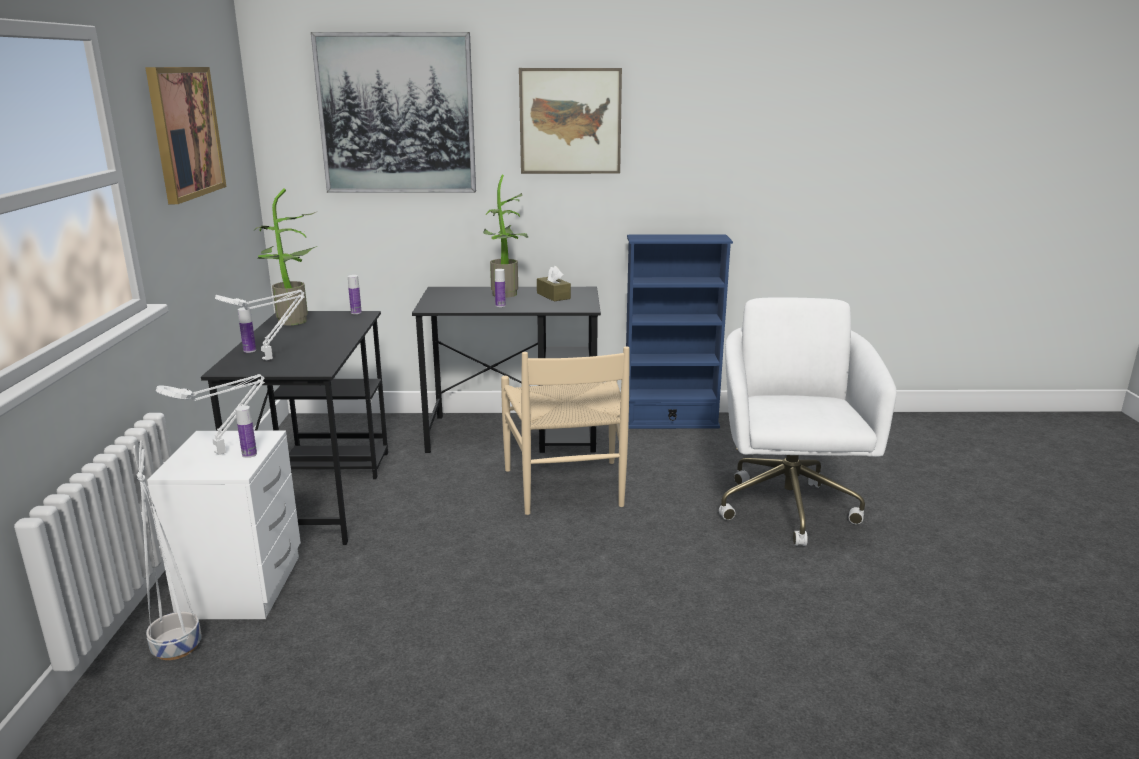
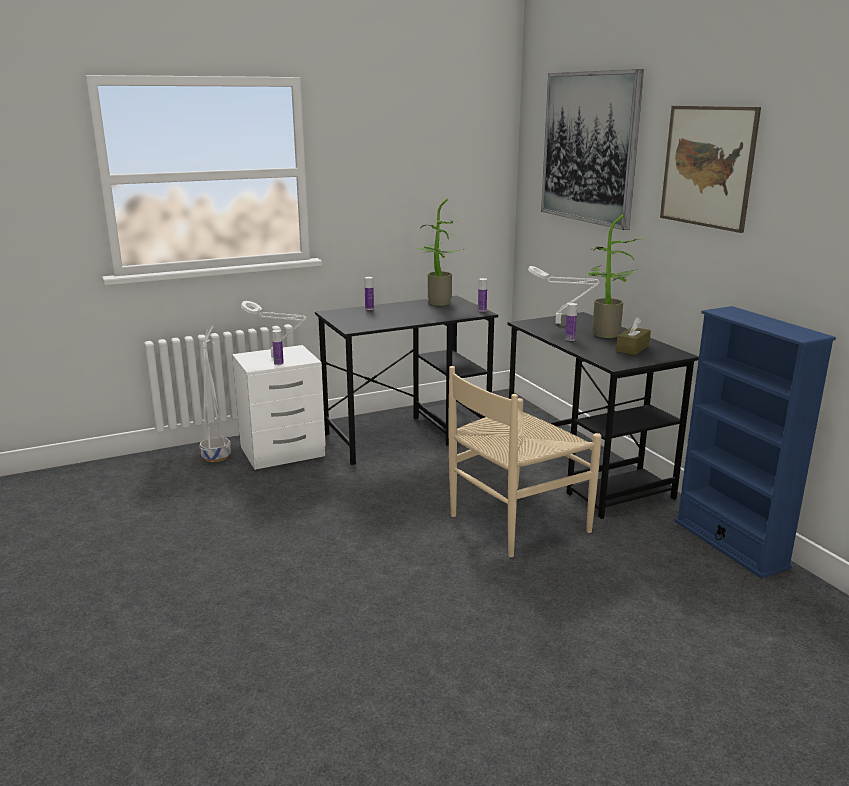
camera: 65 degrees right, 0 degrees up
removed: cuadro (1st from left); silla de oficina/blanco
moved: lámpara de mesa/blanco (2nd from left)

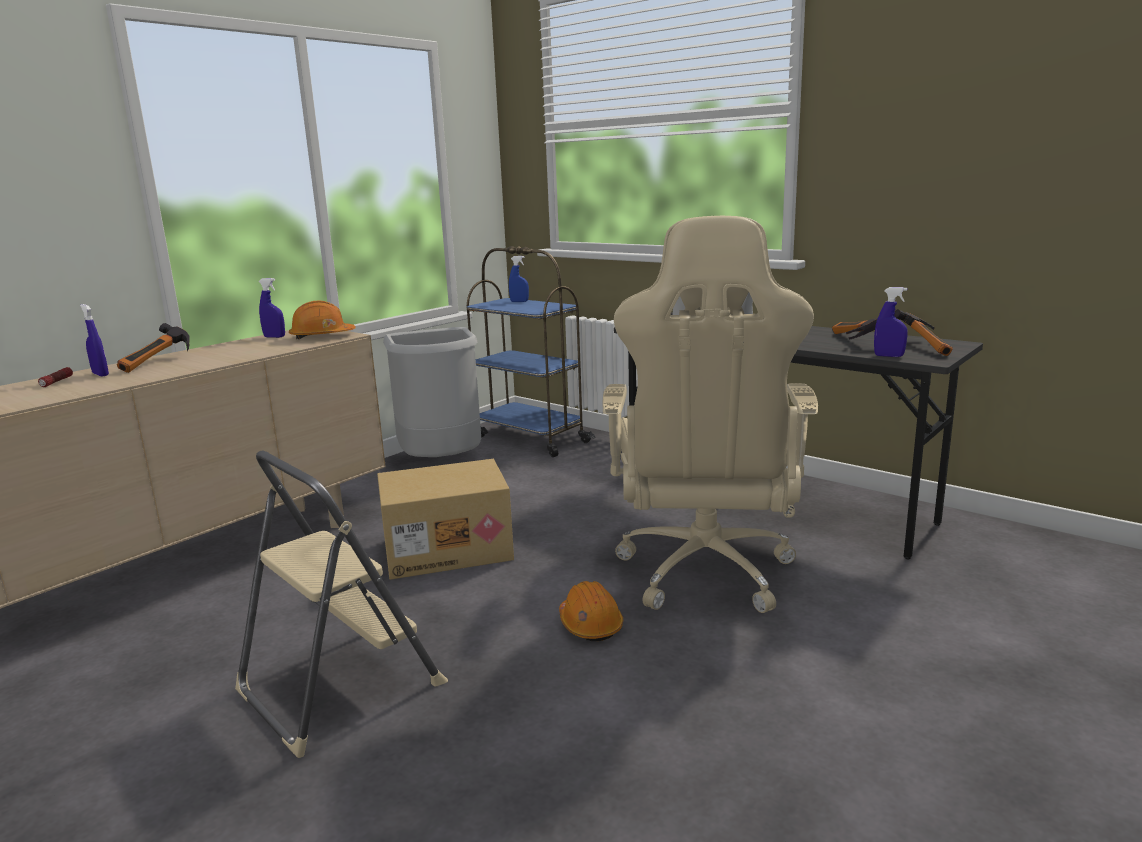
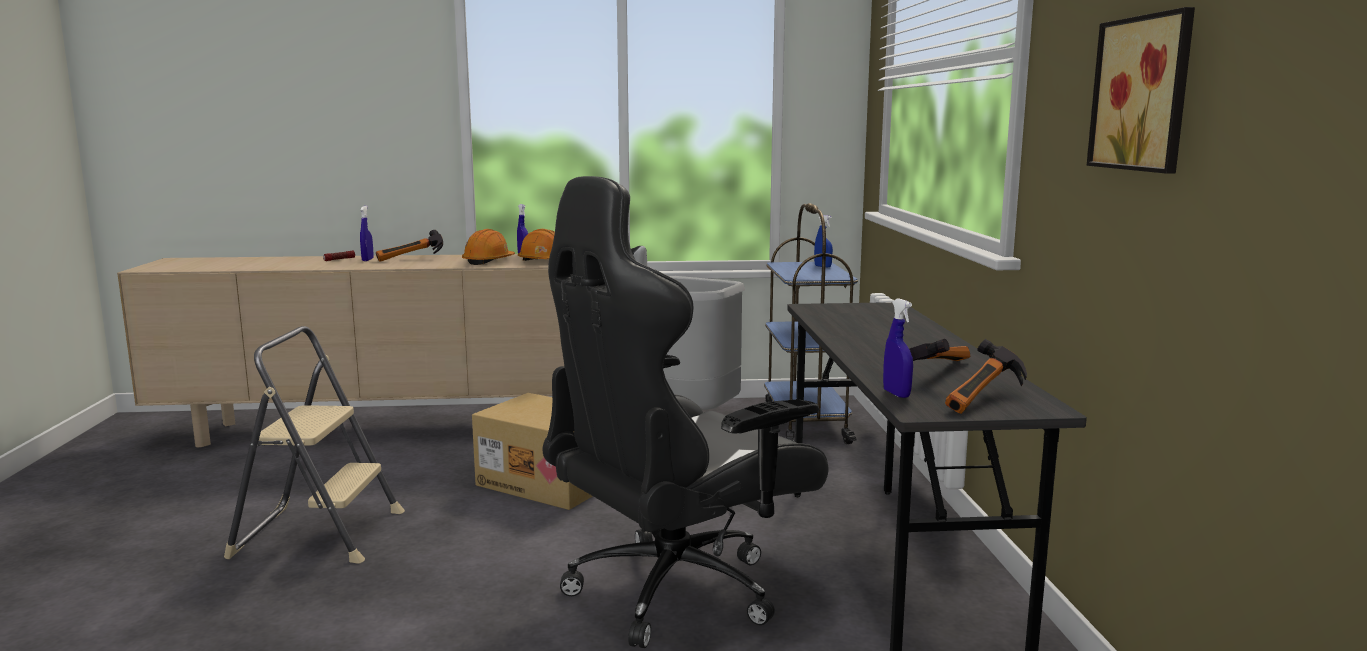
camera: 45 degrees right, 5 degrees down
added: cuadro
moved: casco/naranja (2nd from left in the first image) to casco/naranja (1st from left)
recoloured: silla de oficina/beis to silla de oficina/negro

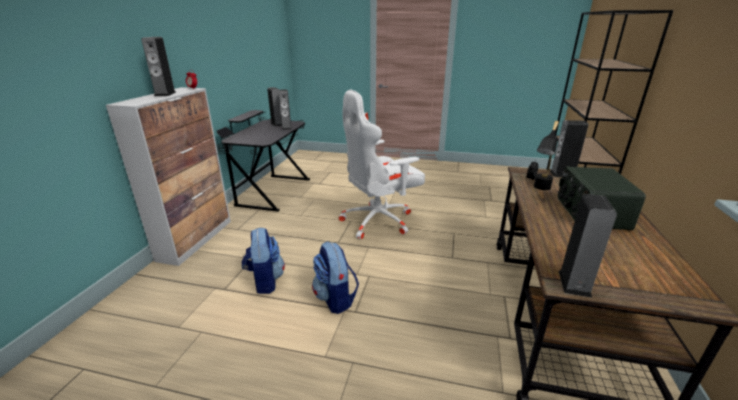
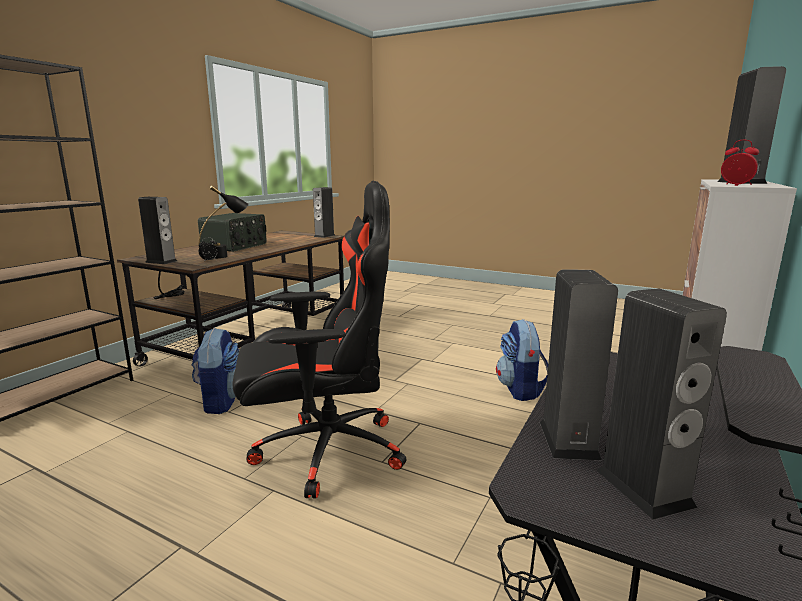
camera: 165 degrees left, 10 degrees down
moved: mochila (2nd from left in the first image) to mochila (1st from left)
recoloured: silla de oficina/blanco to silla de oficina/negro

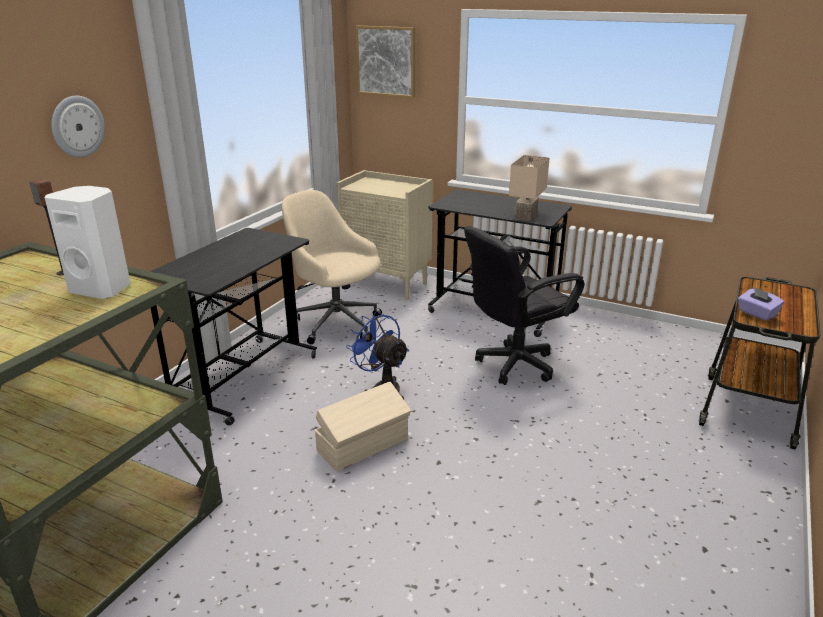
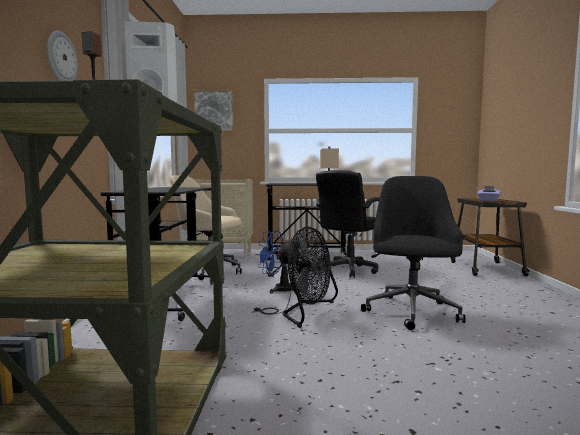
camera: 25 degrees left, 20 degrees down
added: silla de oficina/negro (2nd from left)
replaced: caja de almacenaje/beis to ventilador/negro

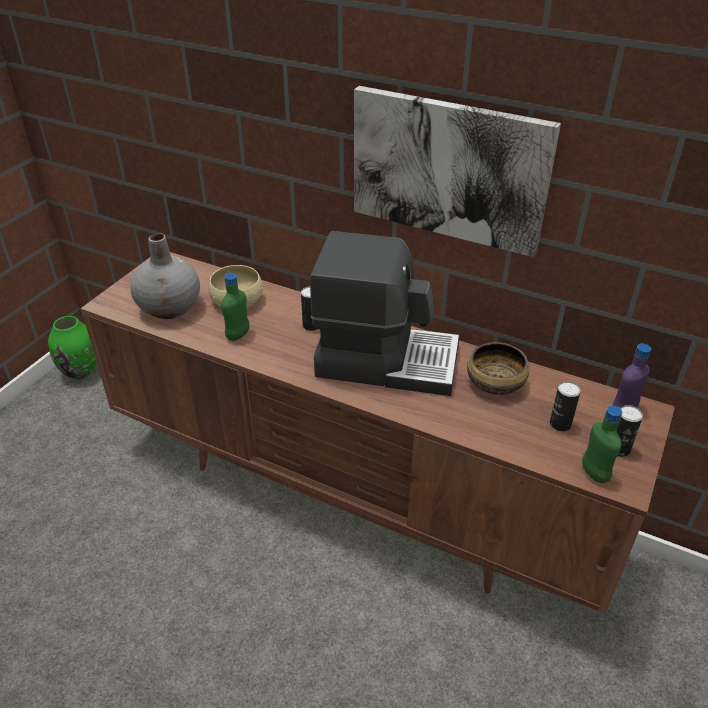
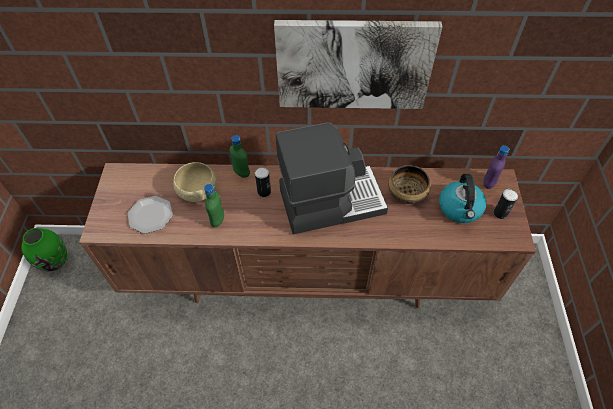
camera: 25 degrees left, 15 degrees up
moved: botella/verde (2nd from left)
replaced: florero/gris to plato; lata (2nd from left) to hervidor

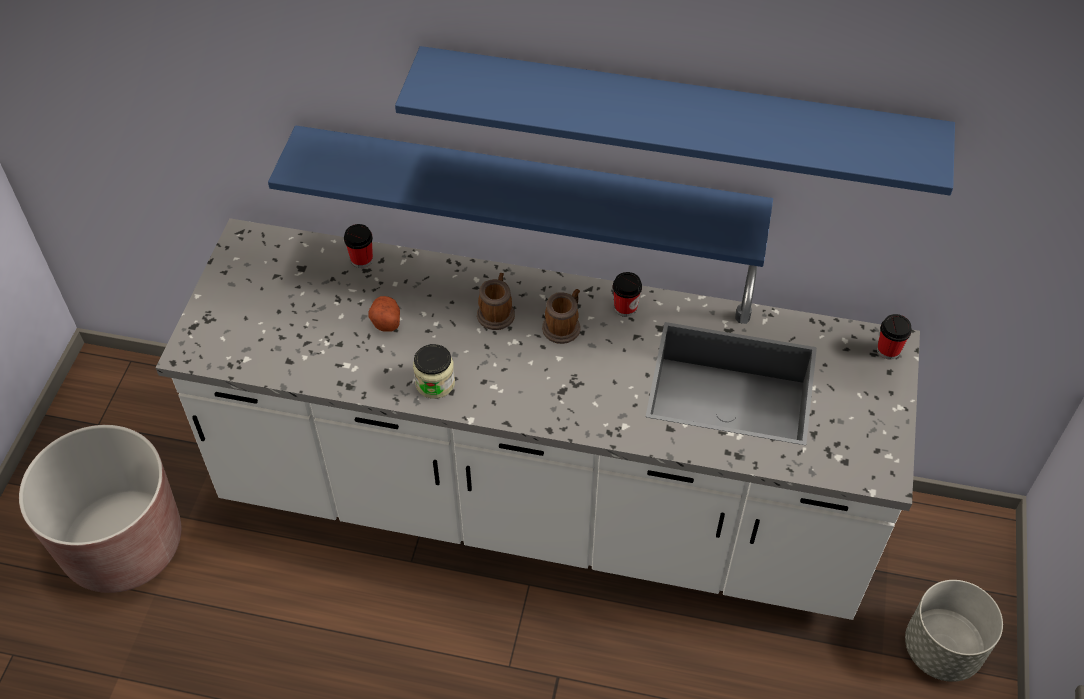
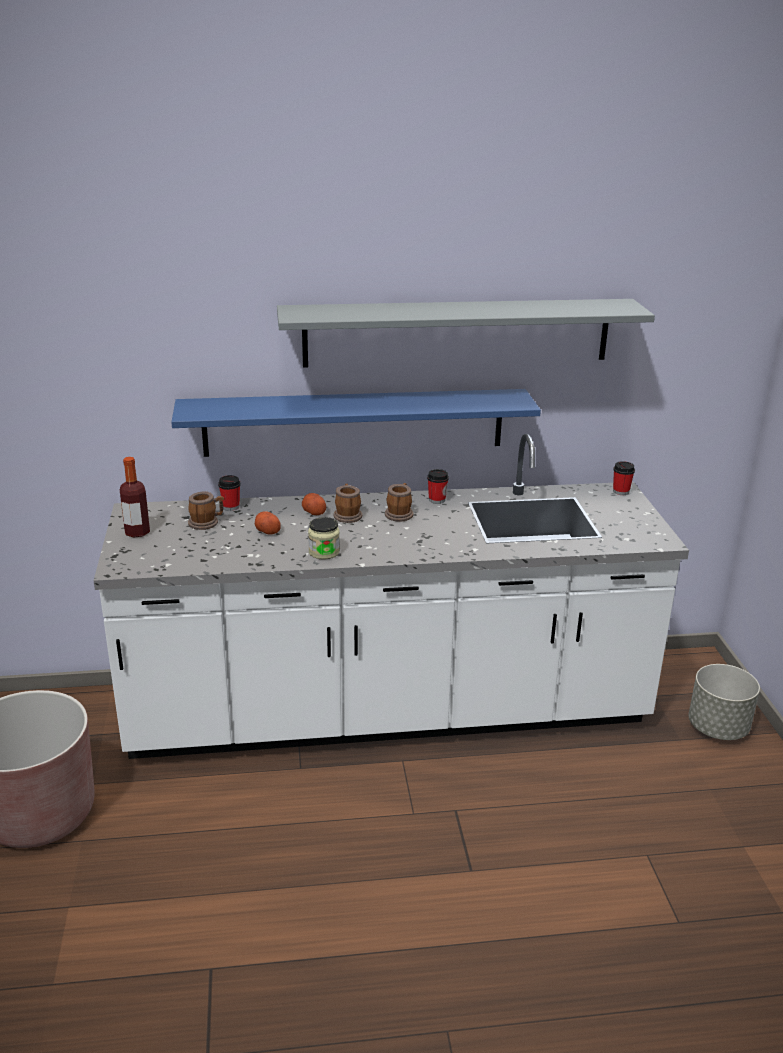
camera: 20 degrees left, 25 degrees down
added: botella; taza grande (1st from left); patata (2nd from left)
recoloured: estante/azul (2nd from left) to estante/gris

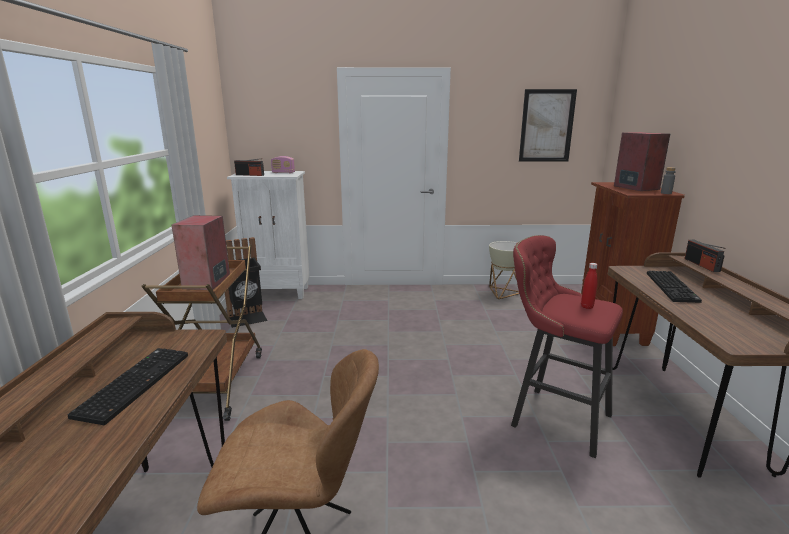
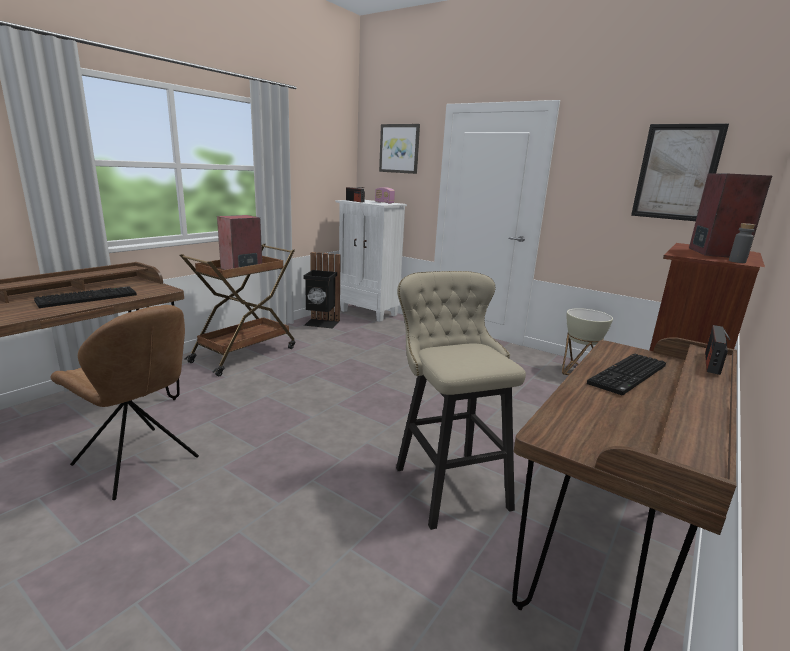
camera: 35 degrees right, 0 degrees up
removed: botella/rojo
added: cuadro (1st from left)
recoloured: taburete/rojo to taburete/beis

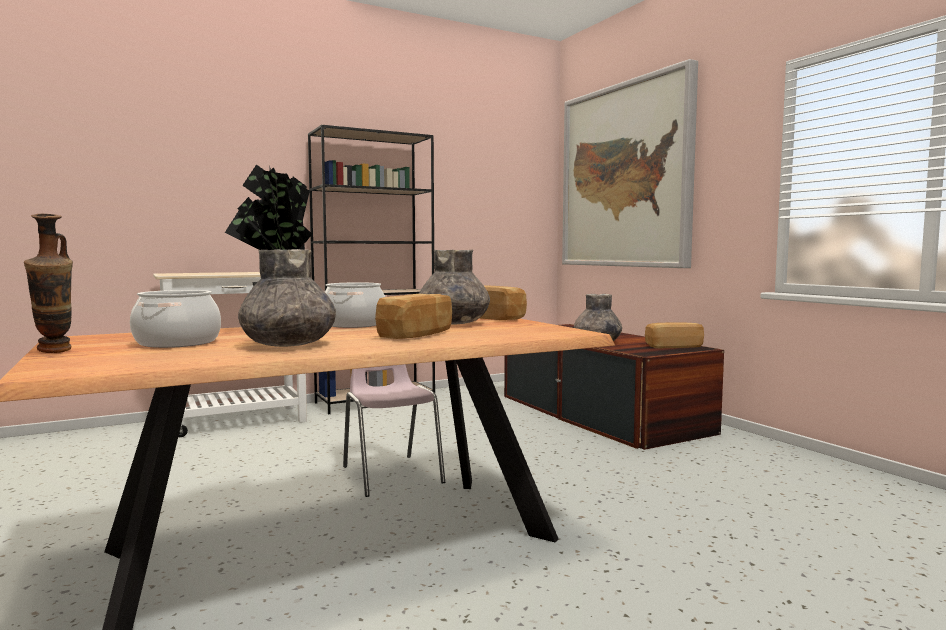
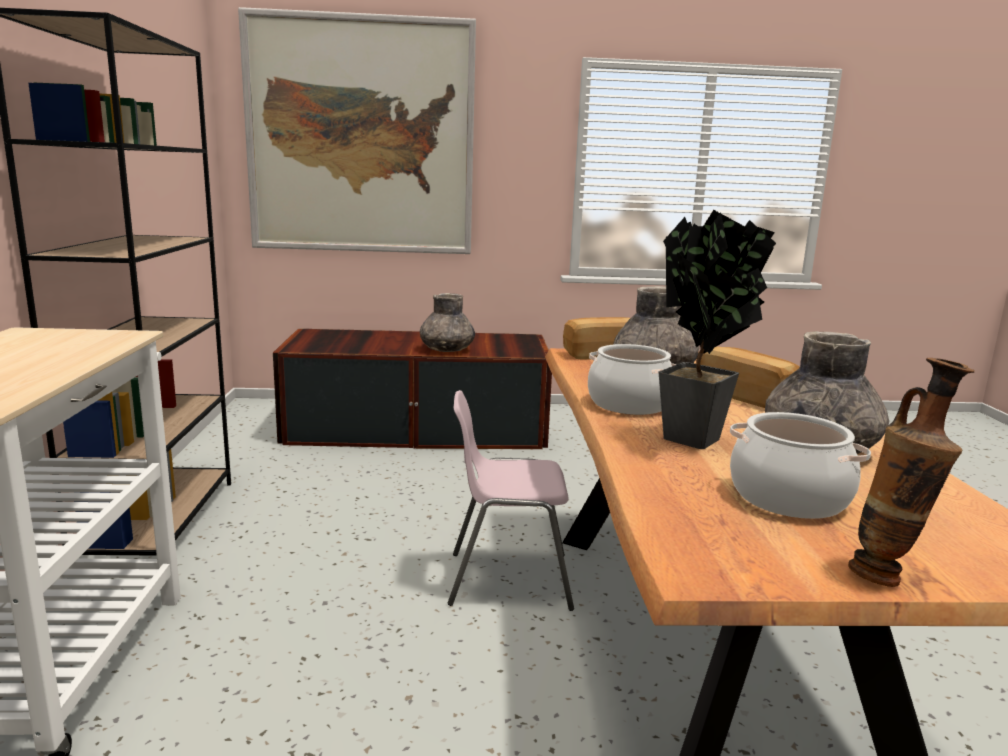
camera: 65 degrees left, 10 degrees up
removed: pan (3rd from left)

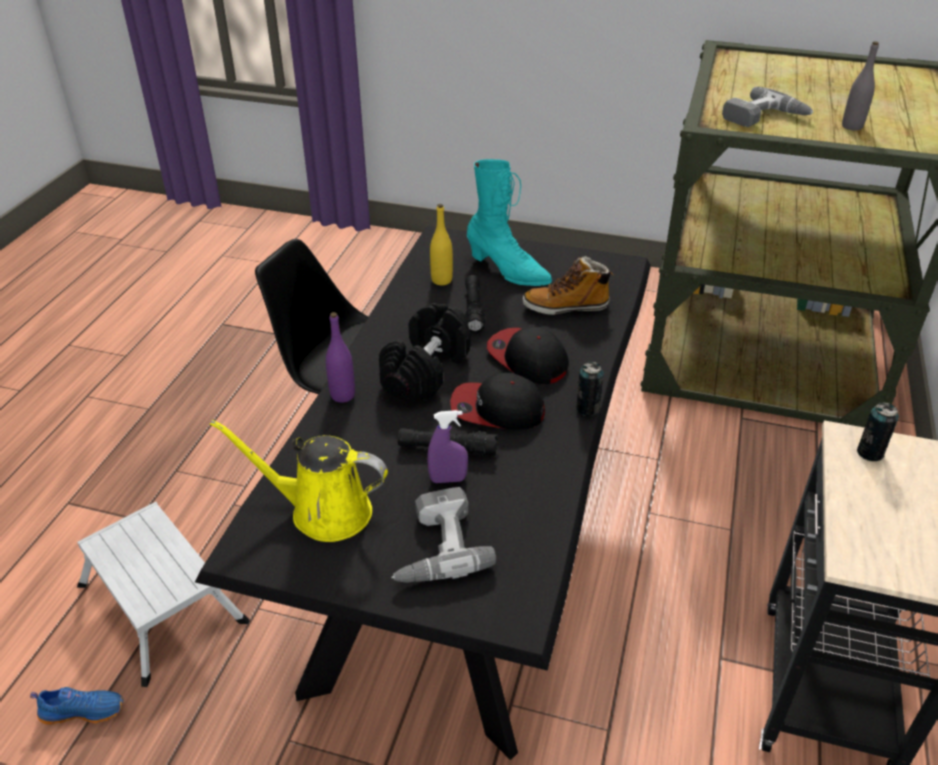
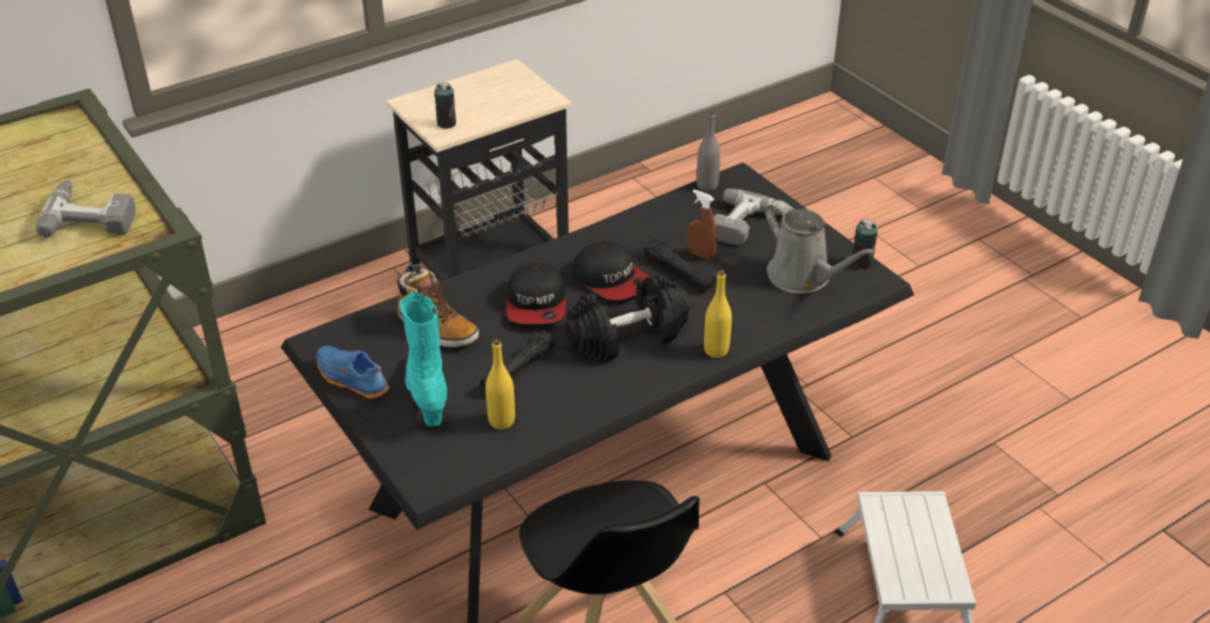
camera: 140 degrees left, 0 degrees up
moved: zapato/azul; lata (1st from left in the first image) to lata (2nd from left); botella/gris
recoloured: regadera/amarillo to regadera/gris; botella/morado to botella/amarillo (2nd from left); pulverizador/morado to pulverizador/marrón

